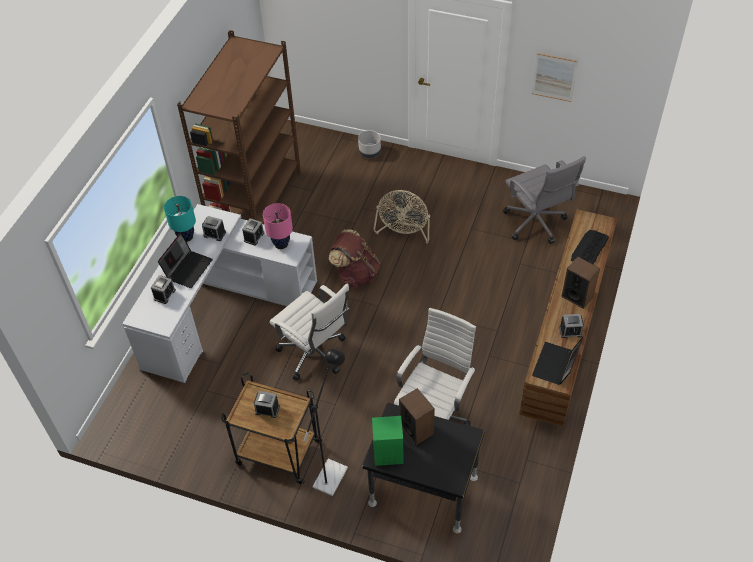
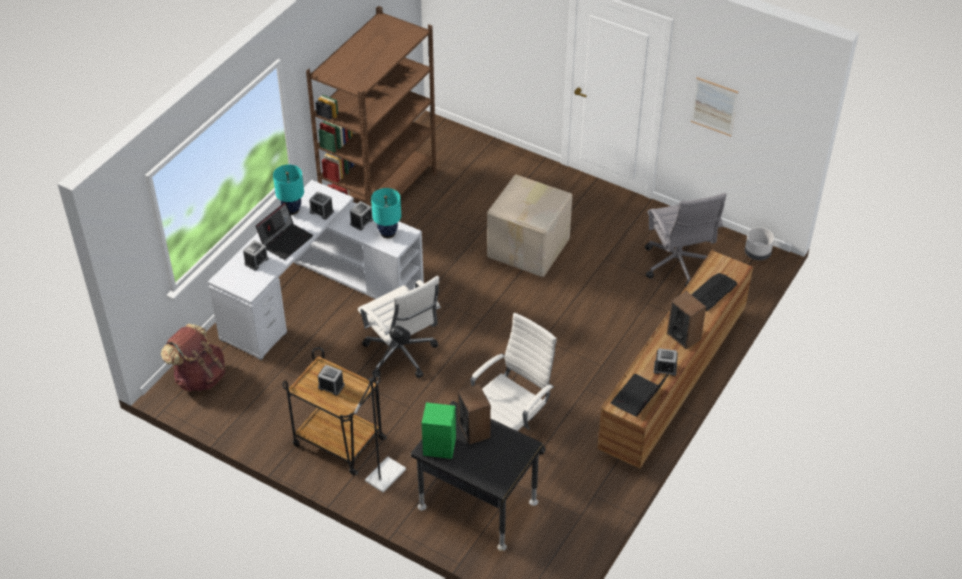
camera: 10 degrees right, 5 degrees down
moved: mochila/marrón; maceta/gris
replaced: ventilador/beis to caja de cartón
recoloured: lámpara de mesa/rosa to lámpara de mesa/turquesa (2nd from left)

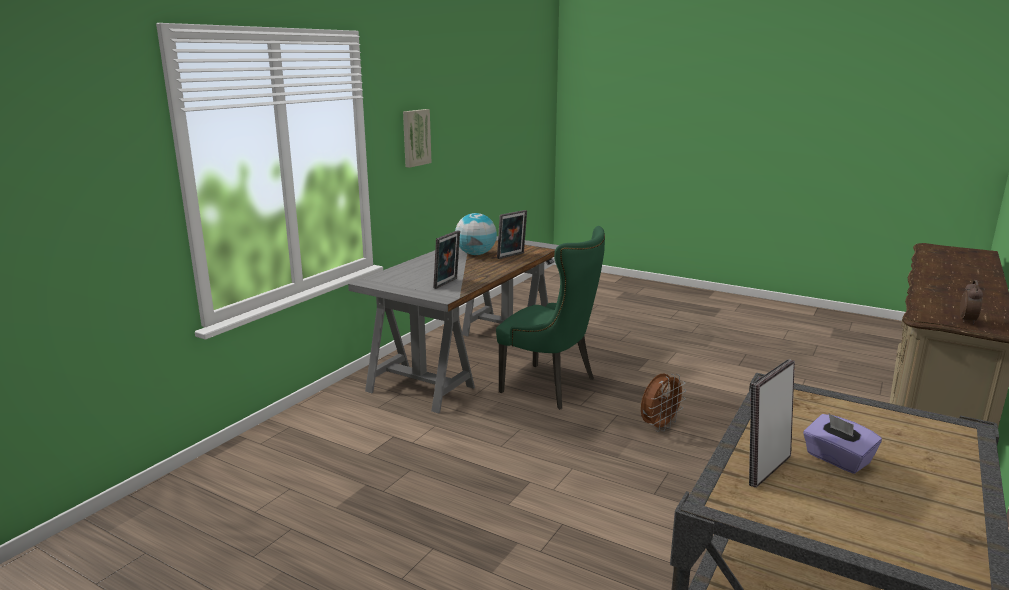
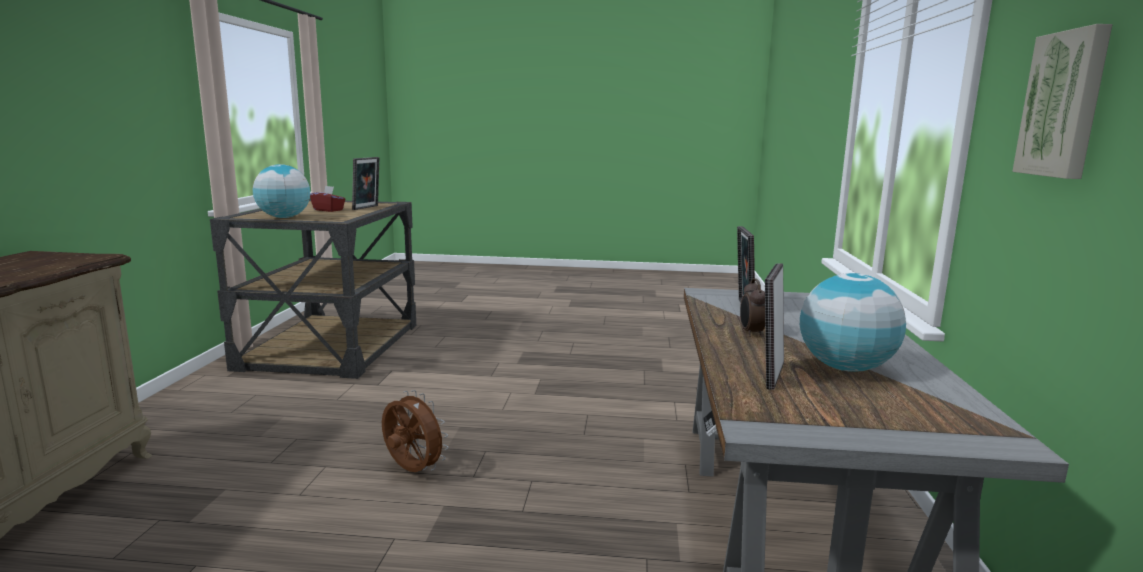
camera: 155 degrees right, 5 degrees down
removed: silla/verde
added: globo terráqueo (1st from left)
moved: despertador
recoloured: caja de pañuelos/morado to caja de pañuelos/rojo
turned: ventilador/marrón 105 degrees clockwise

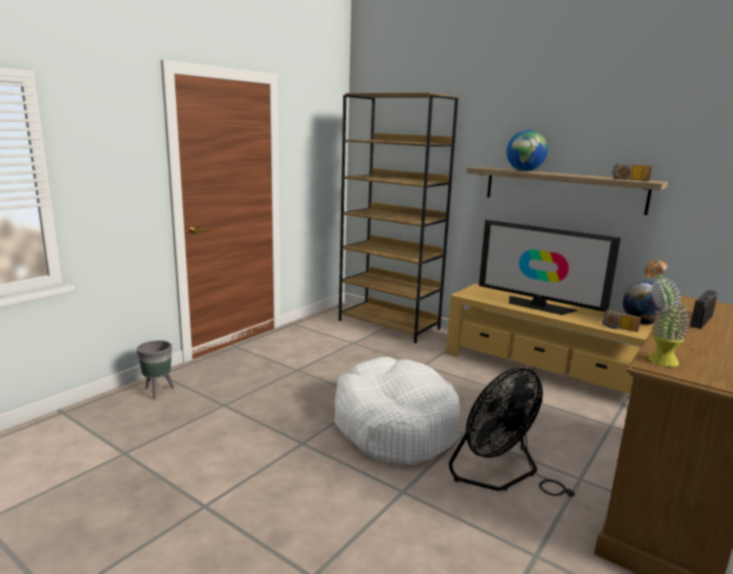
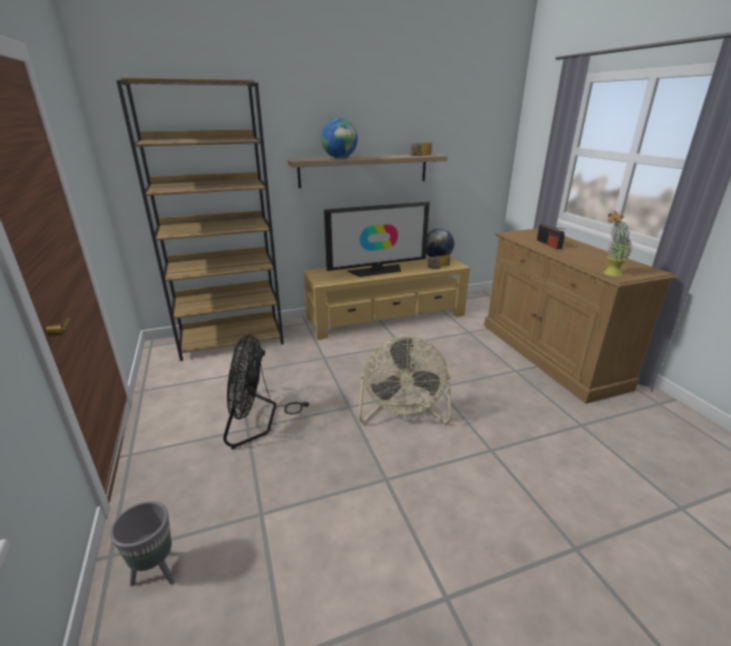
camera: 55 degrees left, 10 degrees up
moved: ventilador/negro
replaced: cama para perro/blanco to ventilador/beis

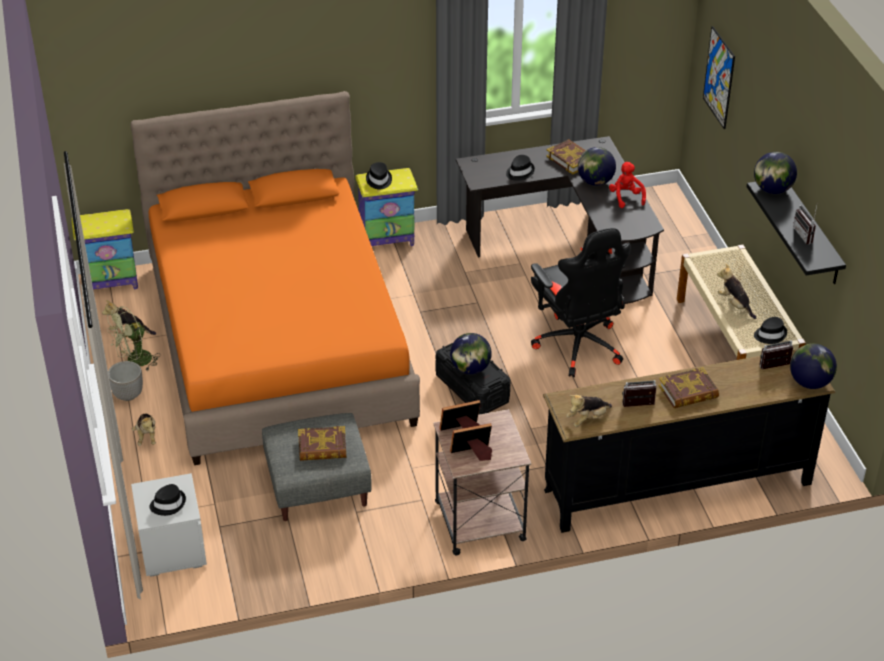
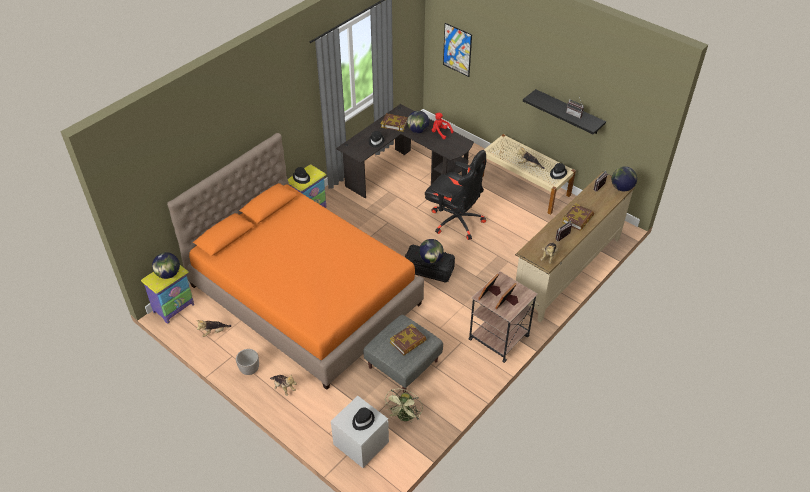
camera: 35 degrees left, 5 degrees up
moved: ventilador/verde; globo terráqueo (3rd from left in the first image) to globo terráqueo (1st from left)
recoloured: cómoda/negro to cómoda/beis

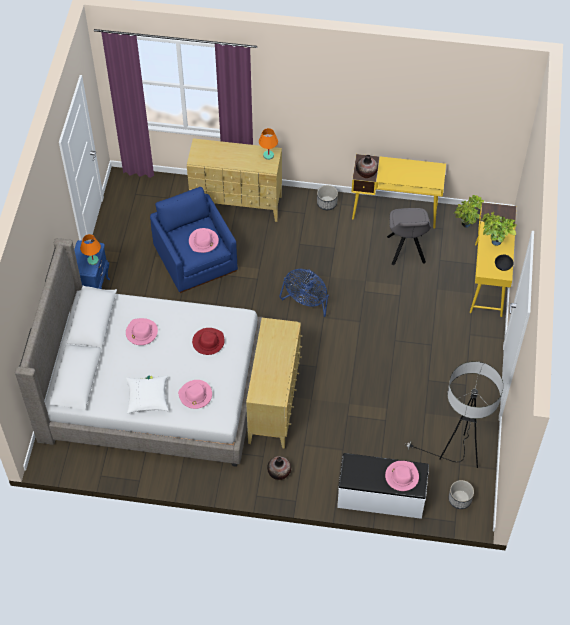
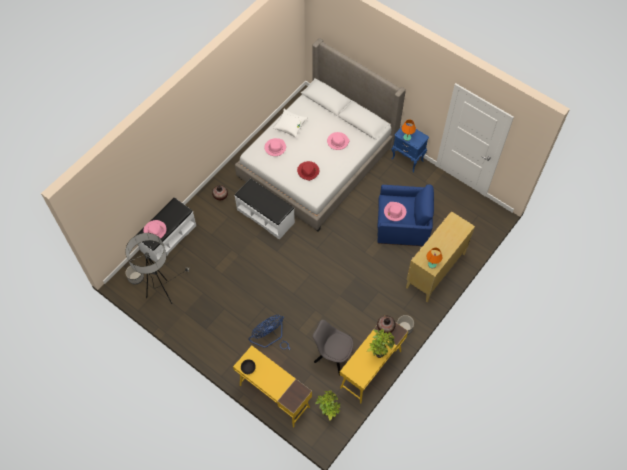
camera: 120 degrees right, 5 degrees up
moved: ventilador/azul; planta en maceta (2nd from left)
replaced: cómoda/beis (2nd from left) to banco/blanco (2nd from left)

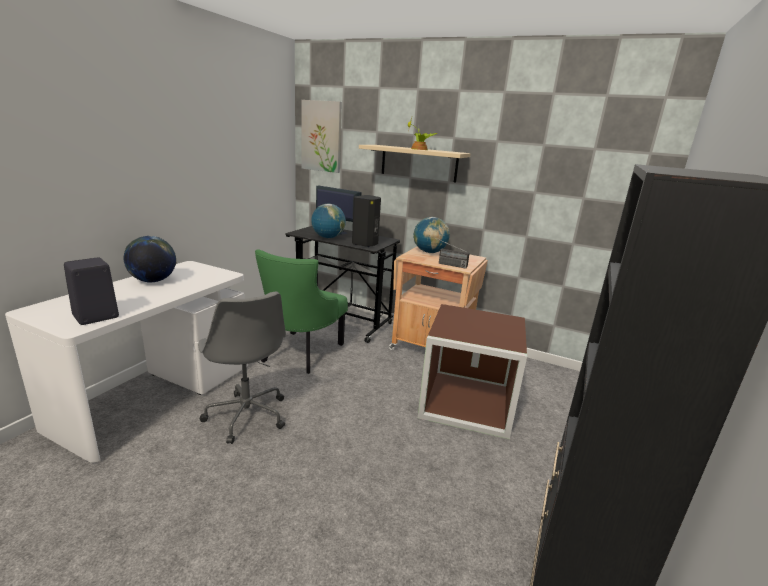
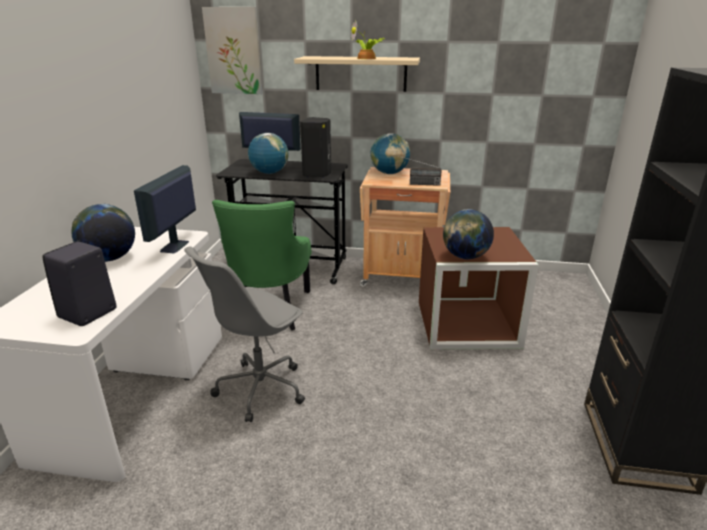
camera: 15 degrees left, 5 degrees up
added: monitor (1st from left); globo terráqueo (4th from left)
turned: silla de oficina/gris 90 degrees clockwise

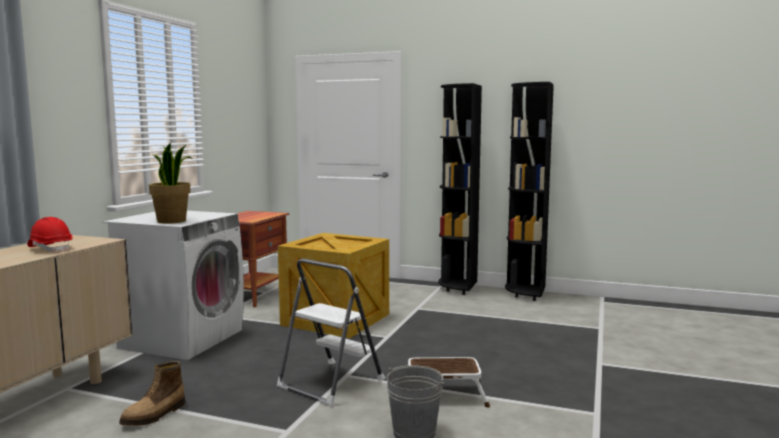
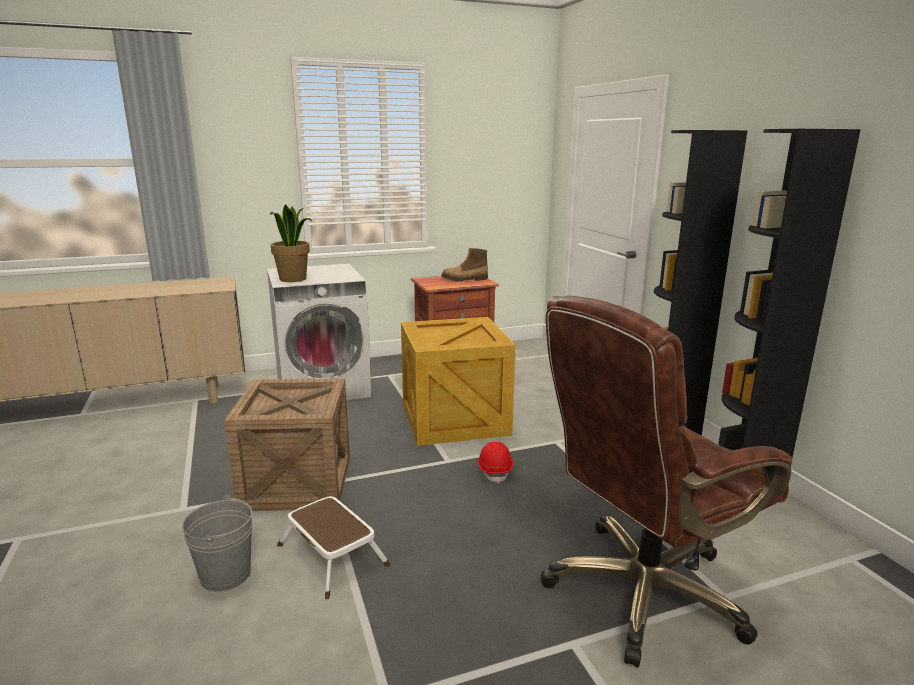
camera: 50 degrees right, 10 degrees up
added: silla de oficina/marrón
moved: casco/rojo; bota
replaced: escalera de tijera/blanco to caja de embalaje (1st from left)

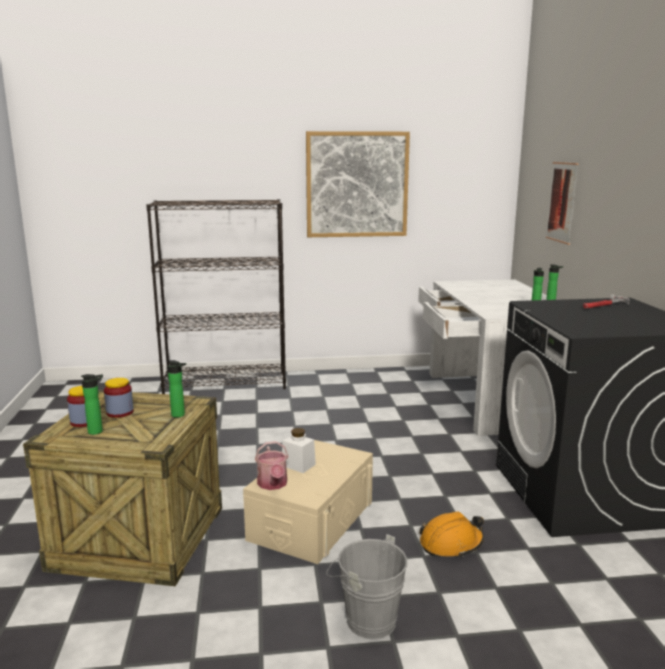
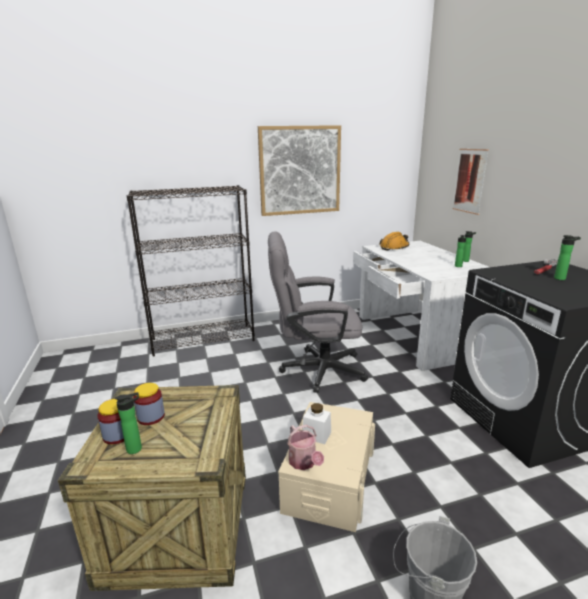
camera: 10 degrees left, 5 degrees up
added: silla de oficina/gris
moved: botella (2nd from left in the first image) to botella (4th from left); casco/naranja

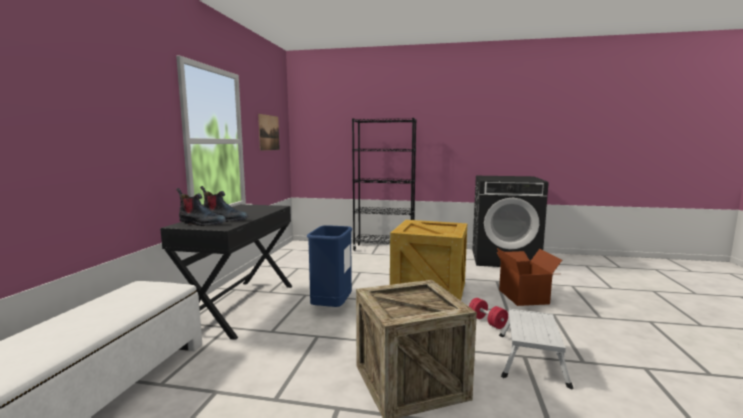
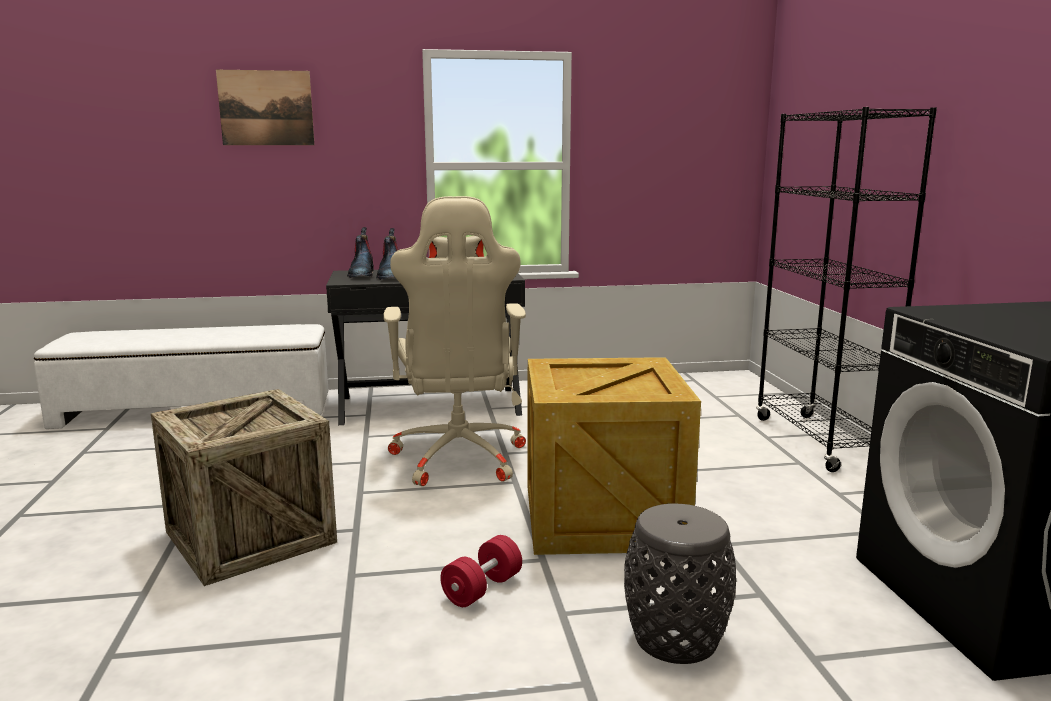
camera: 70 degrees right, 5 degrees up
removed: escalera de tijera/blanco
moved: cuadro
replaced: papelera/azul to silla de oficina/beis; caja de cartón to taburete/gris

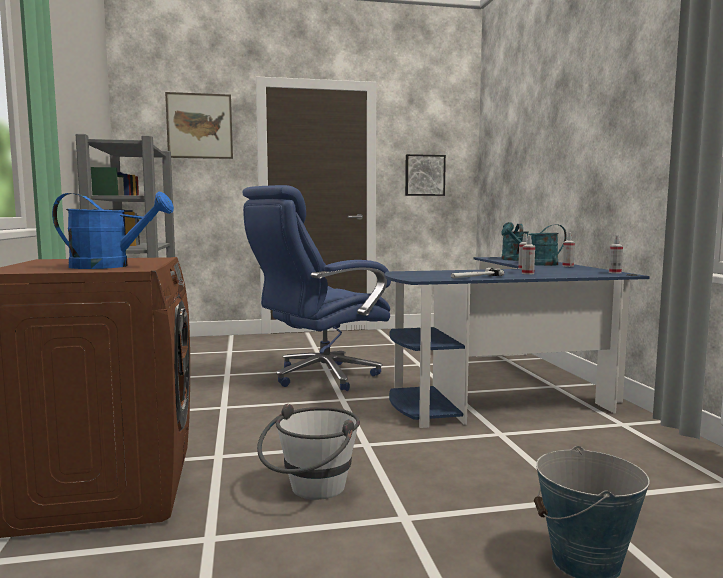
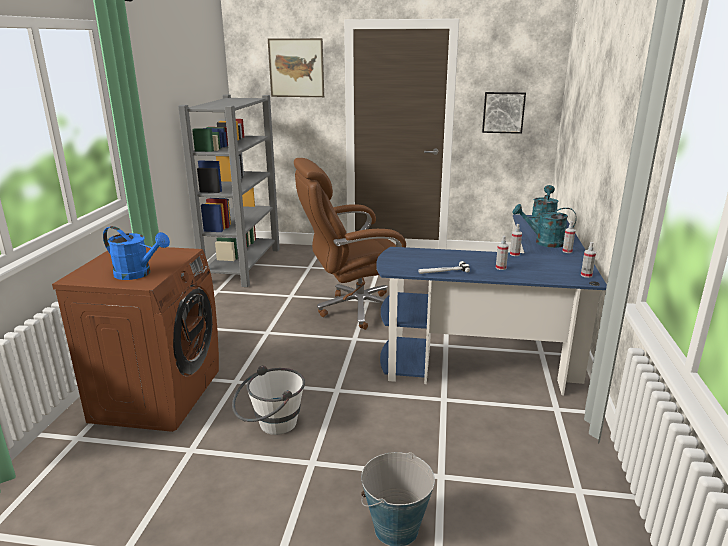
camera: 20 degrees right, 15 degrees up
recoloured: silla de oficina/azul to silla de oficina/marrón

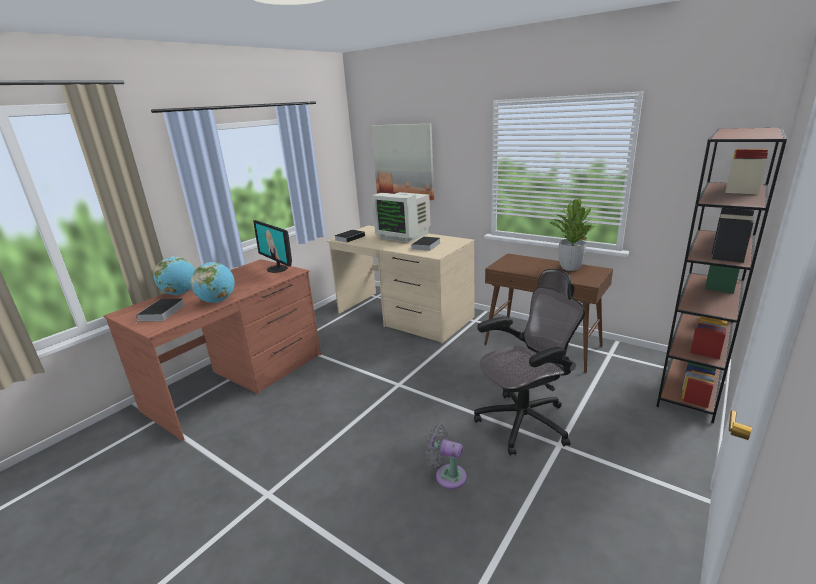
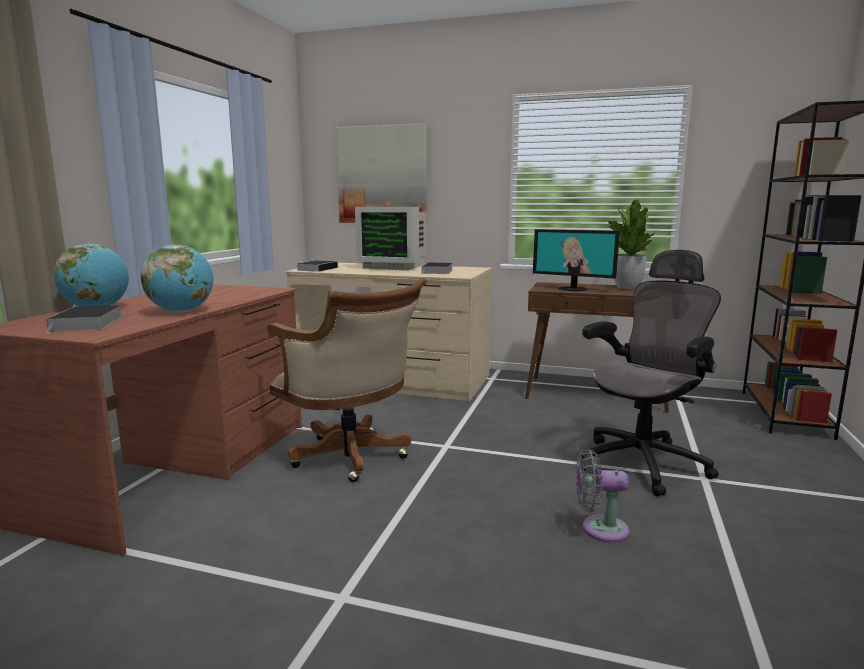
camera: 20 degrees left, 10 degrees down
added: silla de oficina (1st from left)
moved: monitor (1st from left in the first image) to monitor (2nd from left)

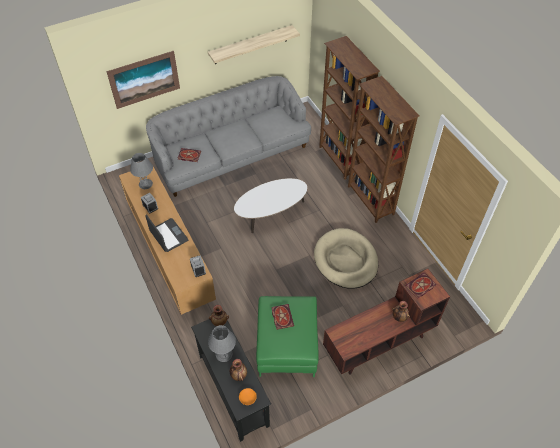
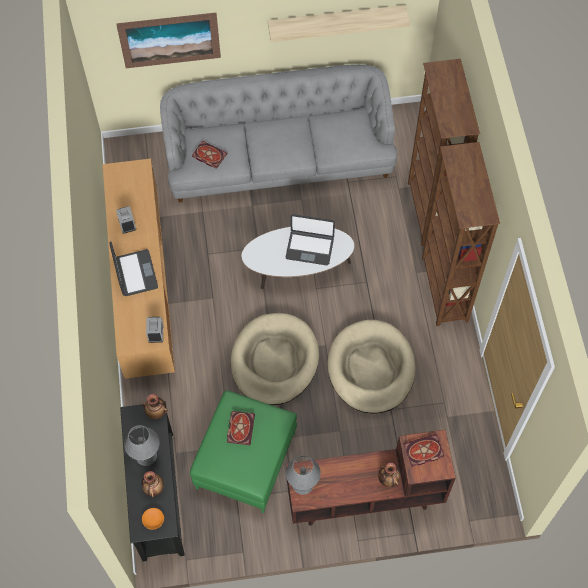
camera: 20 degrees right, 10 degrees up
added: cama para perro/beis (1st from left); portátil (2nd from left)
moved: lámpara de mesa/gris (1st from left in the first image) to lámpara de mesa/gris (2nd from left)

